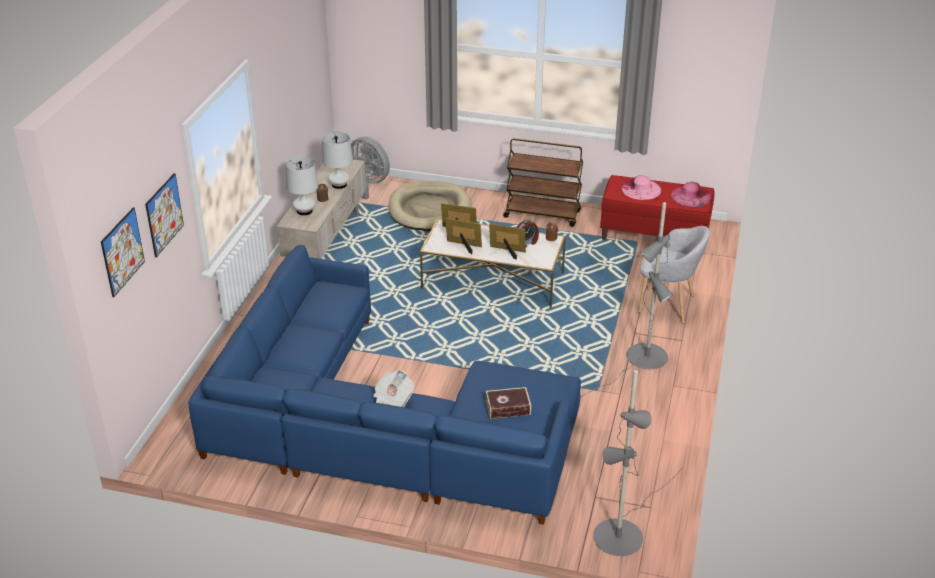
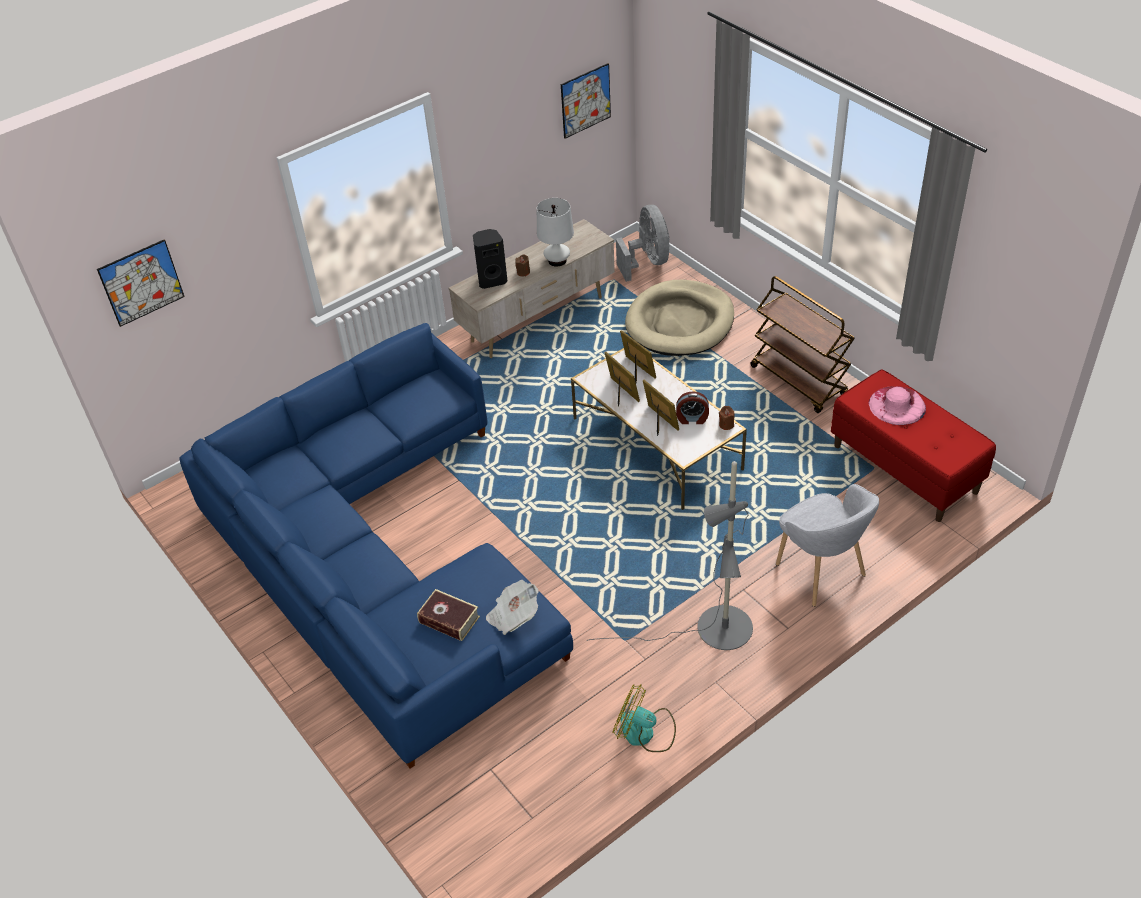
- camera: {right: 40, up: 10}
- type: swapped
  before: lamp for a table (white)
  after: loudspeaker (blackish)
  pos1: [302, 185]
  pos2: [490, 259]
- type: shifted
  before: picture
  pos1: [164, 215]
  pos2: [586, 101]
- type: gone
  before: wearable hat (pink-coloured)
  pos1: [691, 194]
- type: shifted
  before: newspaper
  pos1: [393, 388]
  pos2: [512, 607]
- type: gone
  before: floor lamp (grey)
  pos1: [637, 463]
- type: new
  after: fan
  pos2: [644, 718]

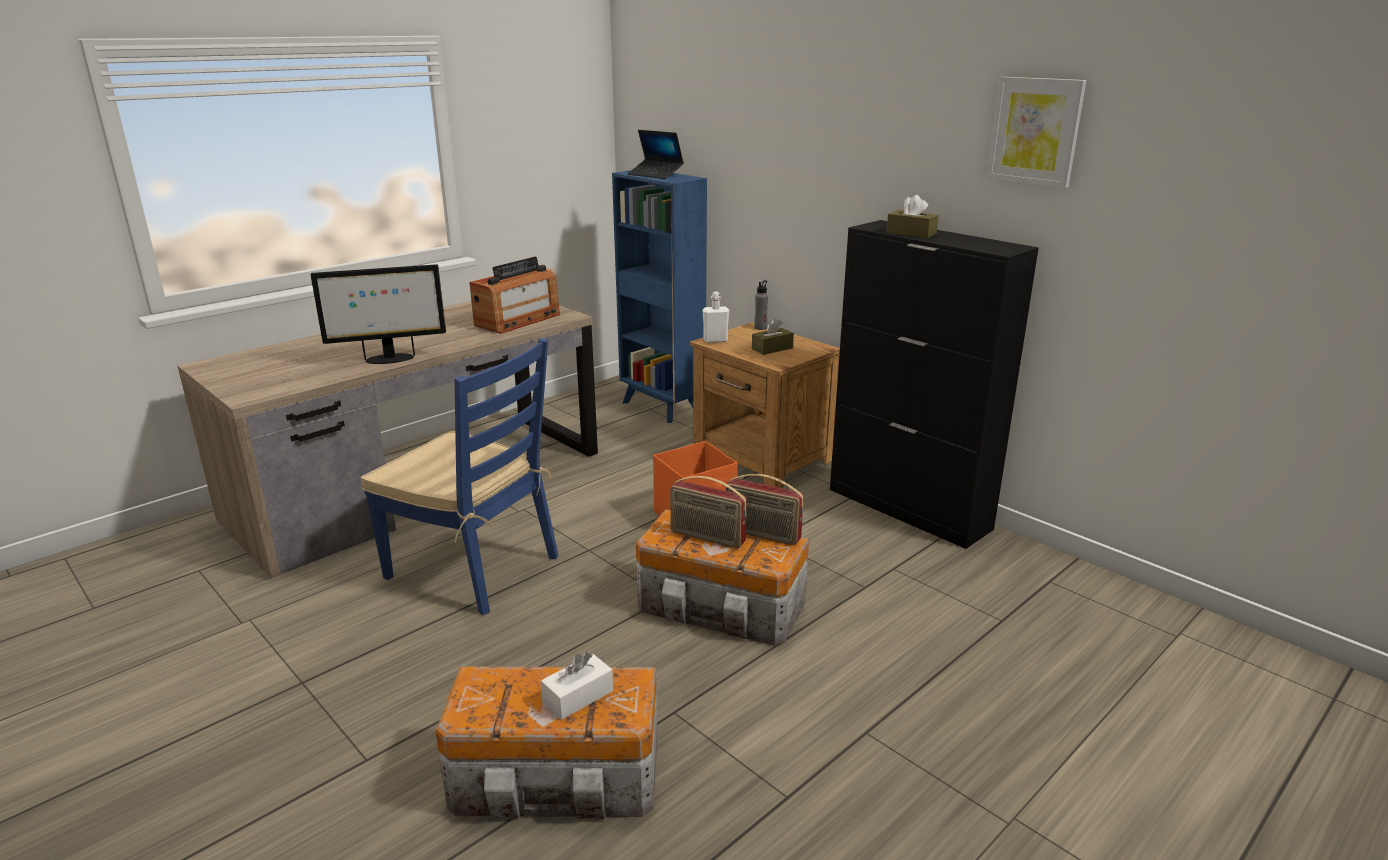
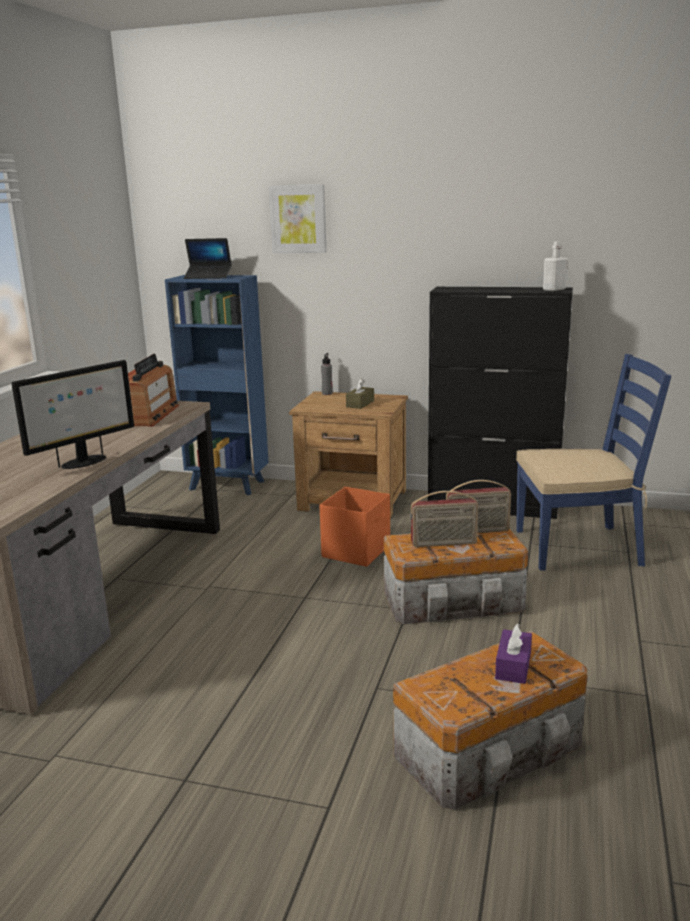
- camera: {right: -30, up: -5}
- type: shifted
  before: picture
  pos1: [1036, 132]
  pos2: [297, 218]
- type: gone
  before: tissue box (brownish)
  pos1: [912, 216]
- type: shifted
  before: beverage bottle (white)
  pos1: [715, 317]
  pos2: [555, 266]
- type: shifted
  before: chair (blue)
  pos1: [459, 476]
  pos2: [593, 462]
- type: repainted
  before: tissue box (white)
  after: tissue box (purple-coloured)
  pos1: [577, 686]
  pos2: [513, 653]

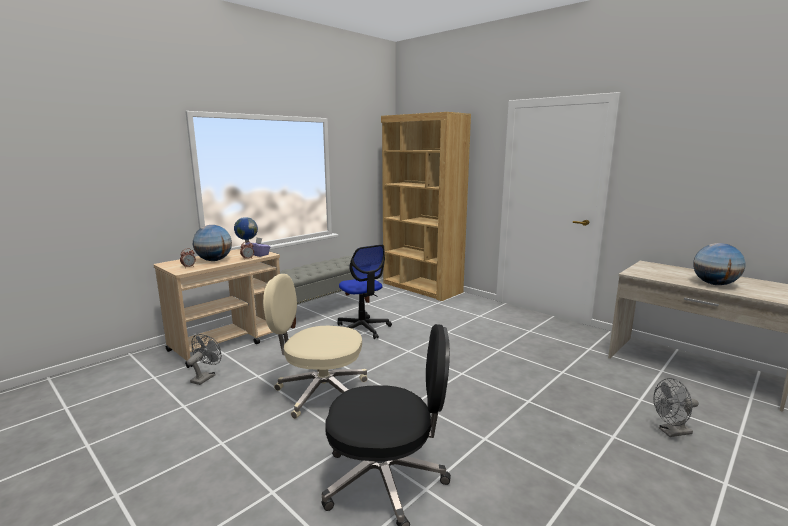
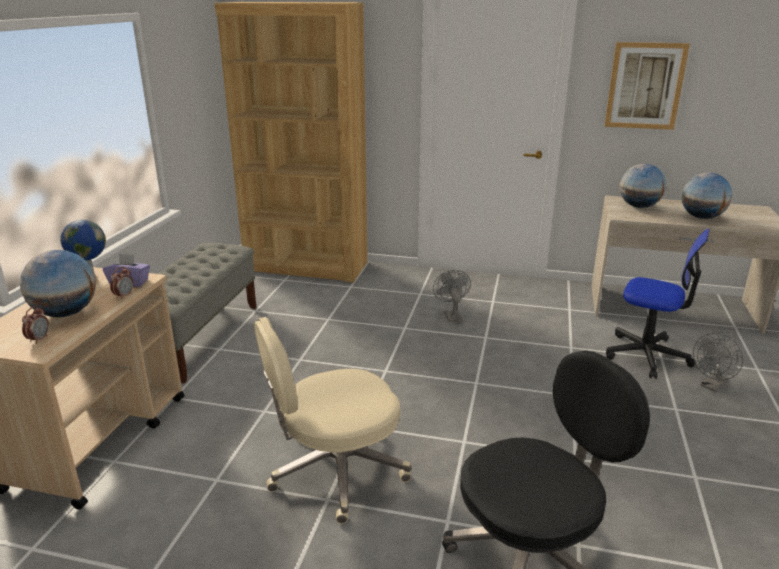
- camera: {right: -30, up: 10}
- type: shifted
  before: office chair
  pos1: [364, 292]
  pos2: [658, 304]
- type: shifted
  before: fan (grey)
  pos1: [204, 359]
  pos2: [452, 296]
- type: new
  after: picture
  pos2: [647, 86]
- type: new
  after: desk globe
  pos2: [643, 186]

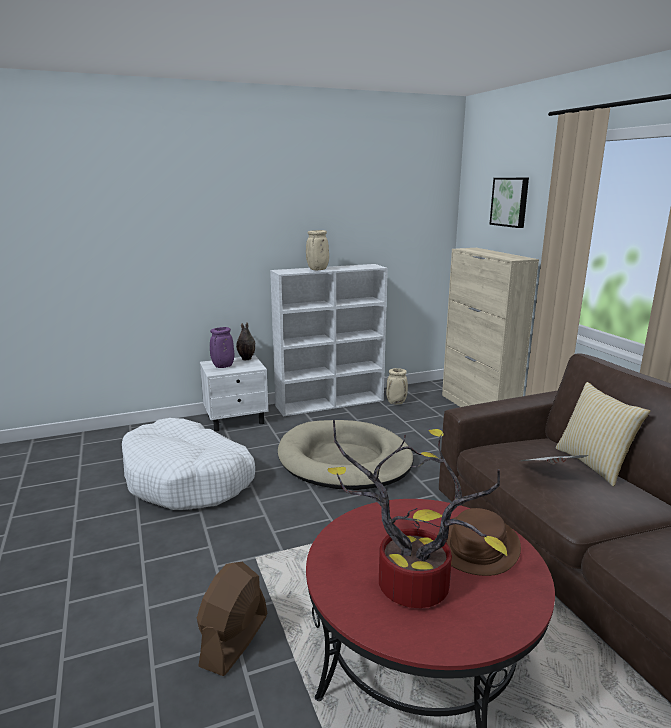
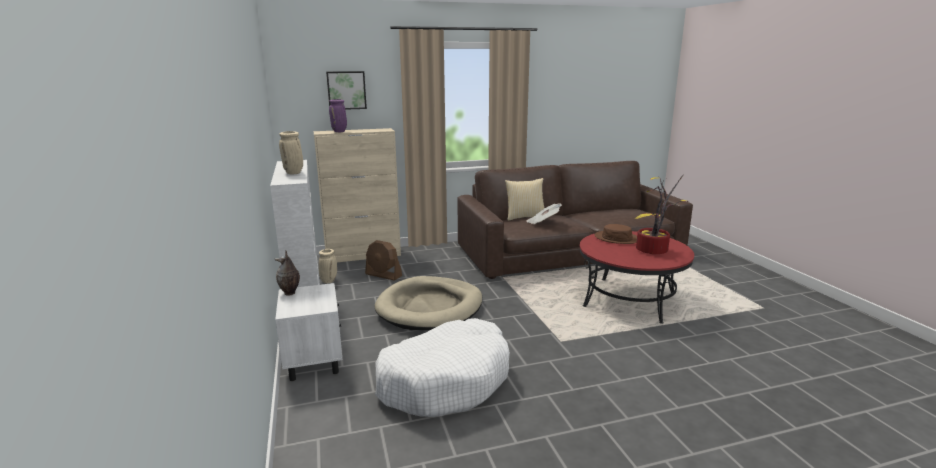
- camera: {right: -85, up: 0}
- type: shifted
  before: vase (purple-coloured)
  pos1: [222, 347]
  pos2: [338, 115]
- type: shifted
  before: fan (brownish)
  pos1: [232, 619]
  pos2: [383, 260]

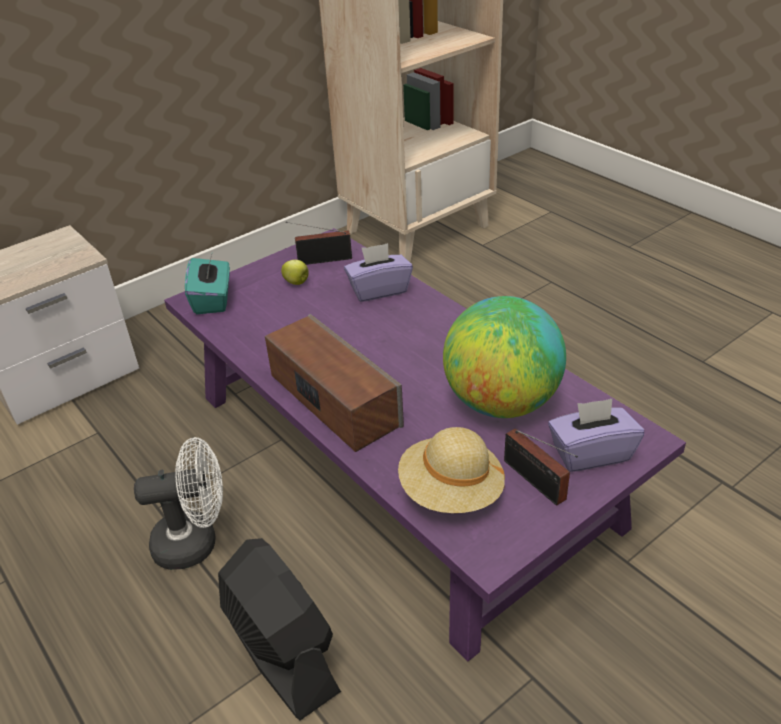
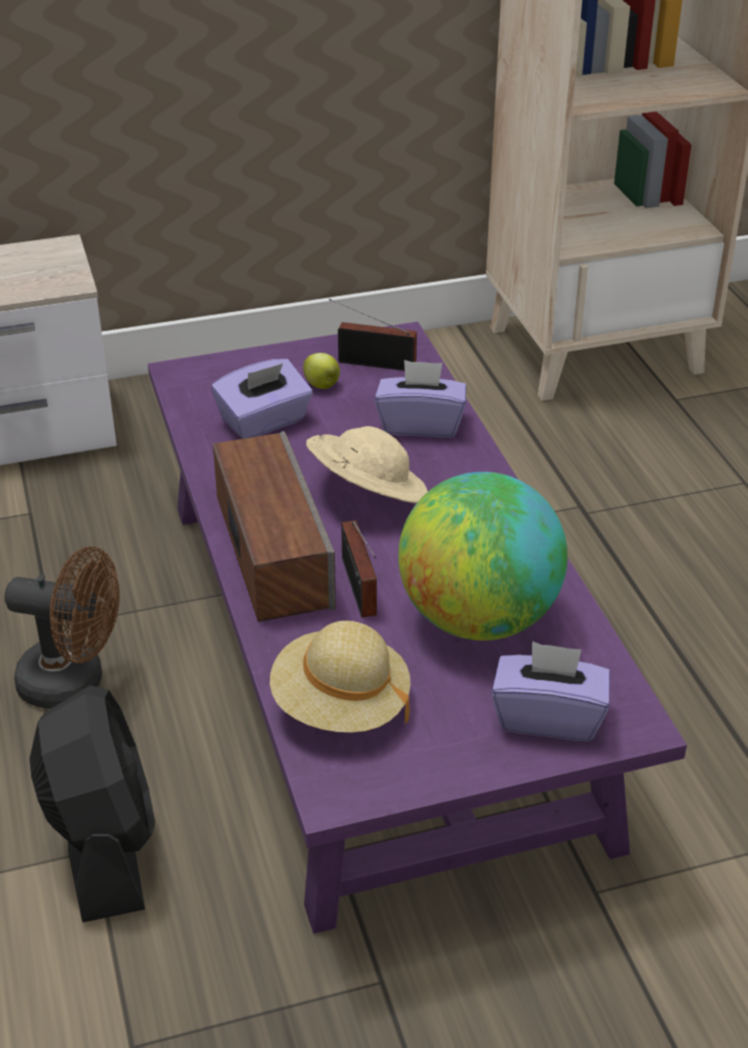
- camera: {right: 20, up: 0}
- type: gone
  before: tissue box (turquoise)
  pos1: [207, 284]
- type: shifted
  before: radio receiver
  pos1: [541, 466]
  pos2: [359, 569]
- type: repainted
  before: fan (white)
  after: fan (brownish)
  pos1: [178, 503]
  pos2: [62, 628]
- type: new
  after: tissue box (purple-coloured)
  pos2: [262, 399]
- type: new
  after: wearable hat (beige-coloured)
  pos2: [367, 464]

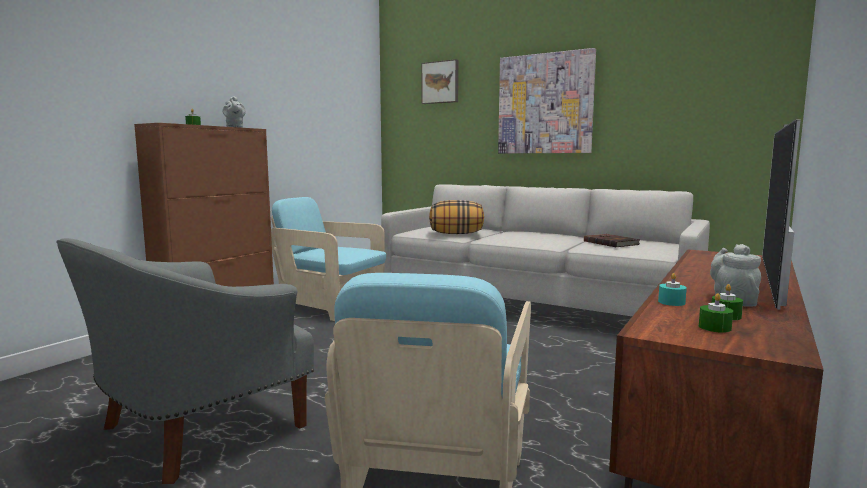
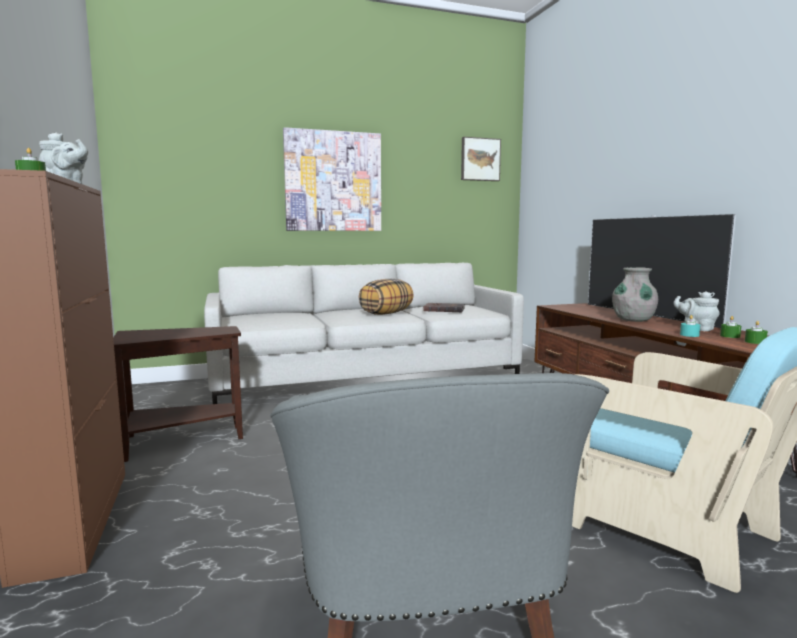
- camera: {right: -50, up: 0}
- type: shifted
  before: picture
  pos1: [440, 81]
  pos2: [481, 159]
- type: swapped
  before: armchair (turquoise)
  after: side table (brownish)
  pos1: [328, 259]
  pos2: [178, 394]
- type: shifted
  before: throw pillow
  pos1: [456, 217]
  pos2: [386, 296]
- type: new
  after: vase (grey)
  pos2: [635, 294]

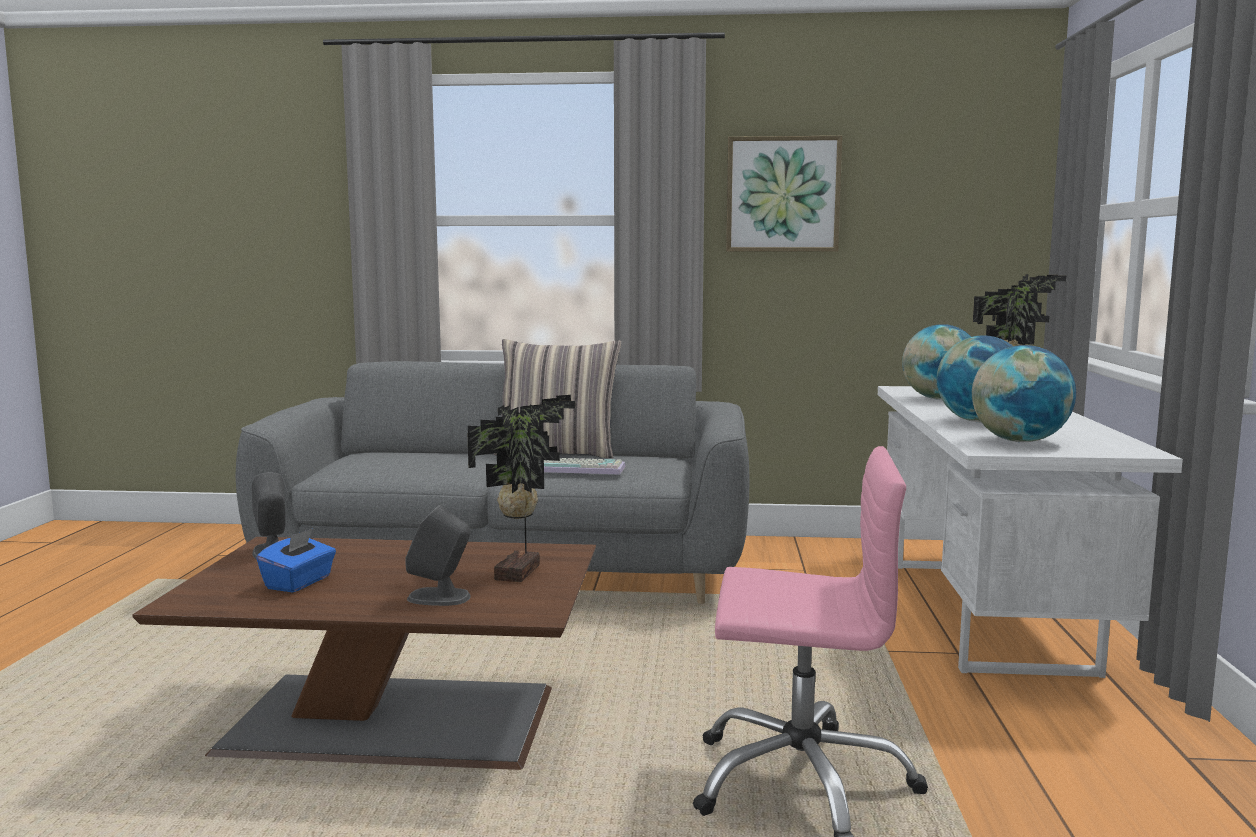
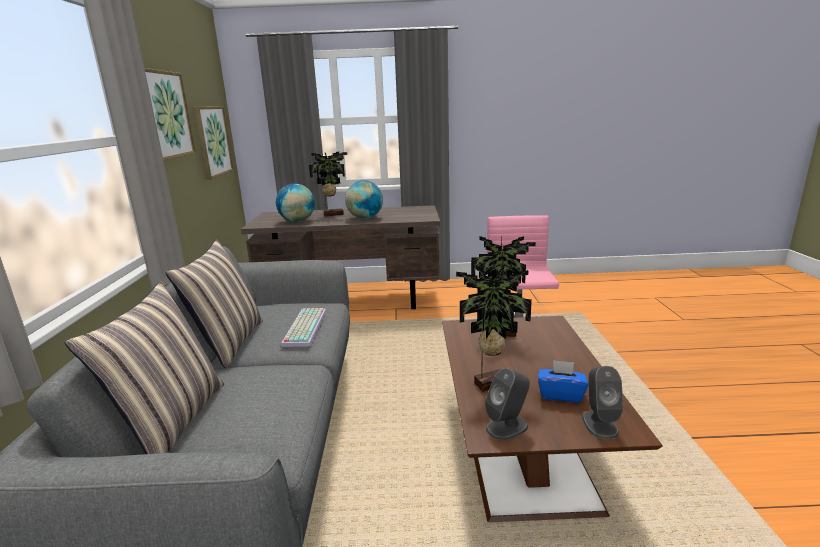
- camera: {right: -95, up: 10}
- type: gone
  before: desk globe
  pos1: [1024, 393]
- type: repainted
  before: desk (white)
  after: desk (brownish)
  pos1: [1030, 532]
  pos2: [340, 257]
- type: shifted
  before: loudspeaker (grey)
  pos1: [438, 555]
  pos2: [602, 402]
- type: new
  after: picture
  pos2: [213, 142]
- type: new
  after: plant in a pot
  pos2: [494, 328]
- type: new
  after: throw pillow
  pos2: [144, 368]

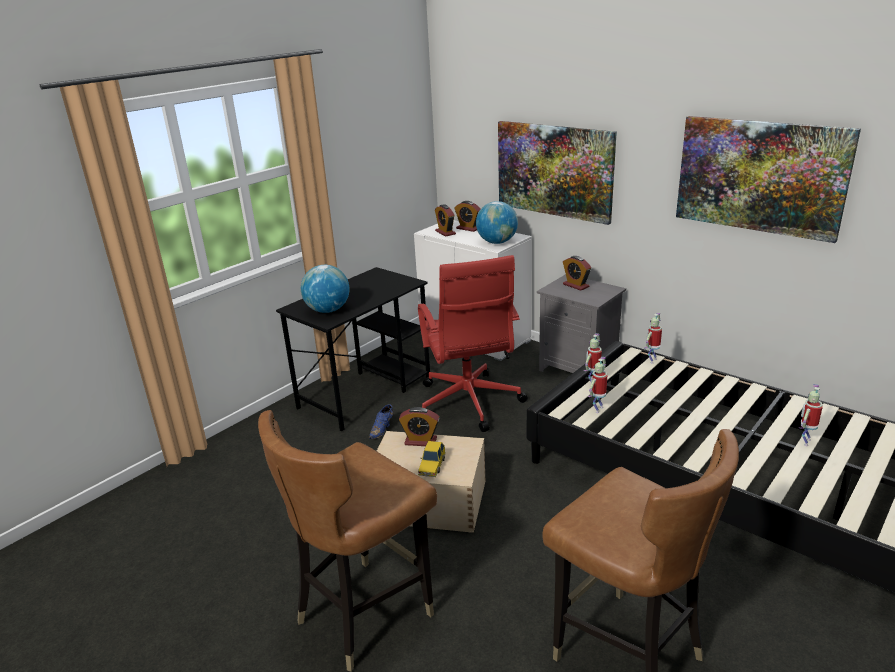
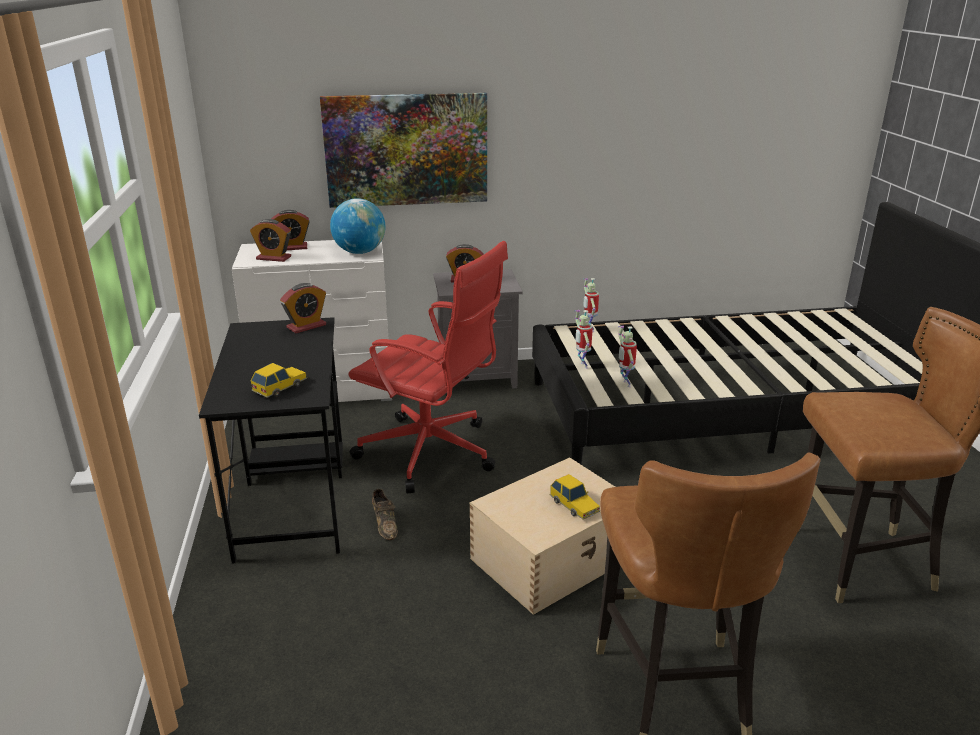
- camera: {right: -50, up: 0}
- type: gone
  before: picture
  pos1: [768, 179]
- type: swapped
  before: desk globe
  after: toy car
  pos1: [325, 289]
  pos2: [279, 380]
- type: gone
  before: toy robot
  pos1: [811, 415]
- type: repainted
  before: item of footwear (blue)
  after: item of footwear (brownish)
  pos1: [381, 421]
  pos2: [385, 514]
- type: shifted
  before: bedside clock
  pos1: [419, 426]
  pos2: [303, 308]

